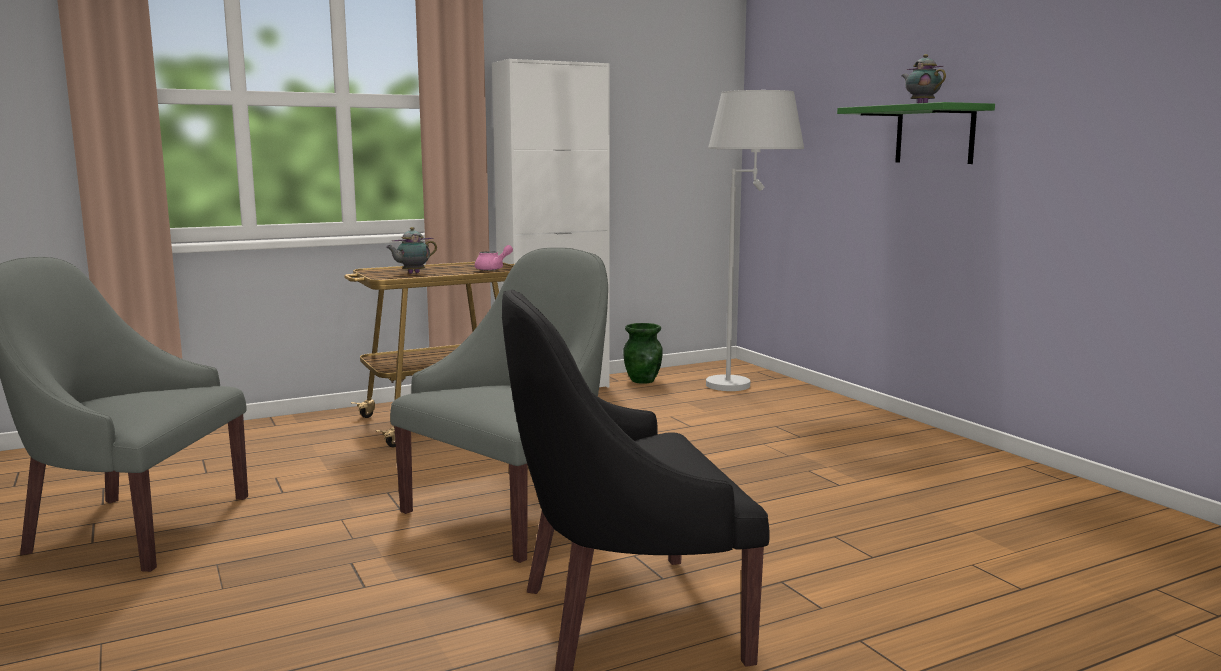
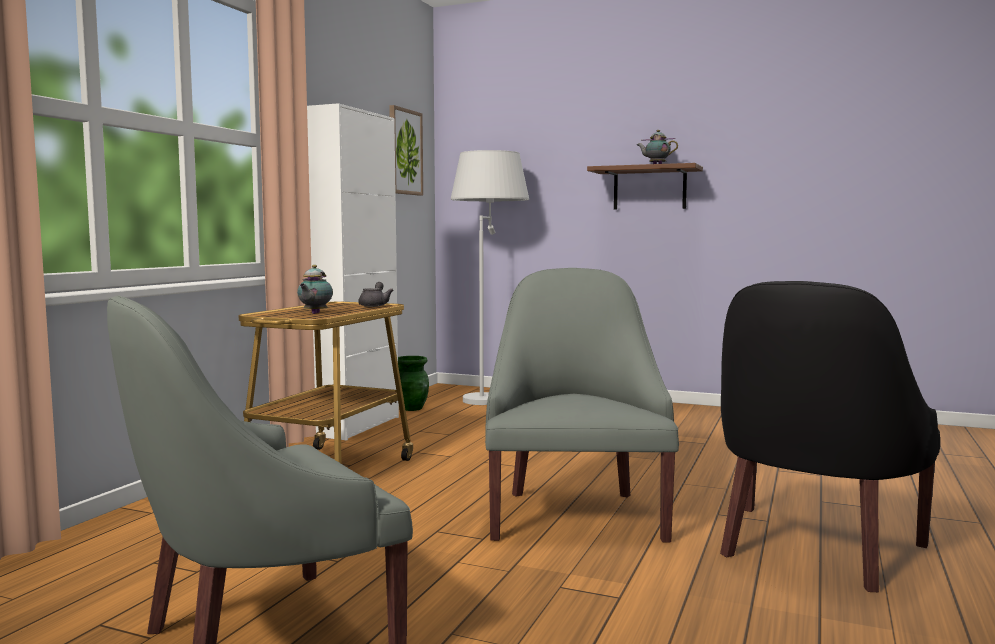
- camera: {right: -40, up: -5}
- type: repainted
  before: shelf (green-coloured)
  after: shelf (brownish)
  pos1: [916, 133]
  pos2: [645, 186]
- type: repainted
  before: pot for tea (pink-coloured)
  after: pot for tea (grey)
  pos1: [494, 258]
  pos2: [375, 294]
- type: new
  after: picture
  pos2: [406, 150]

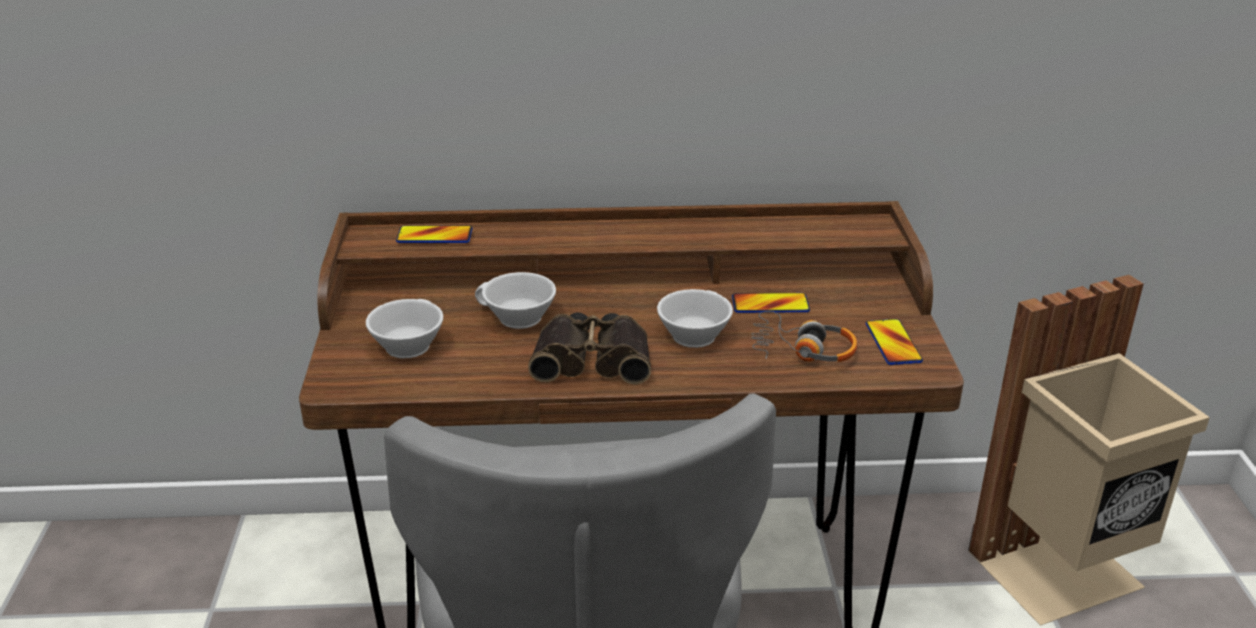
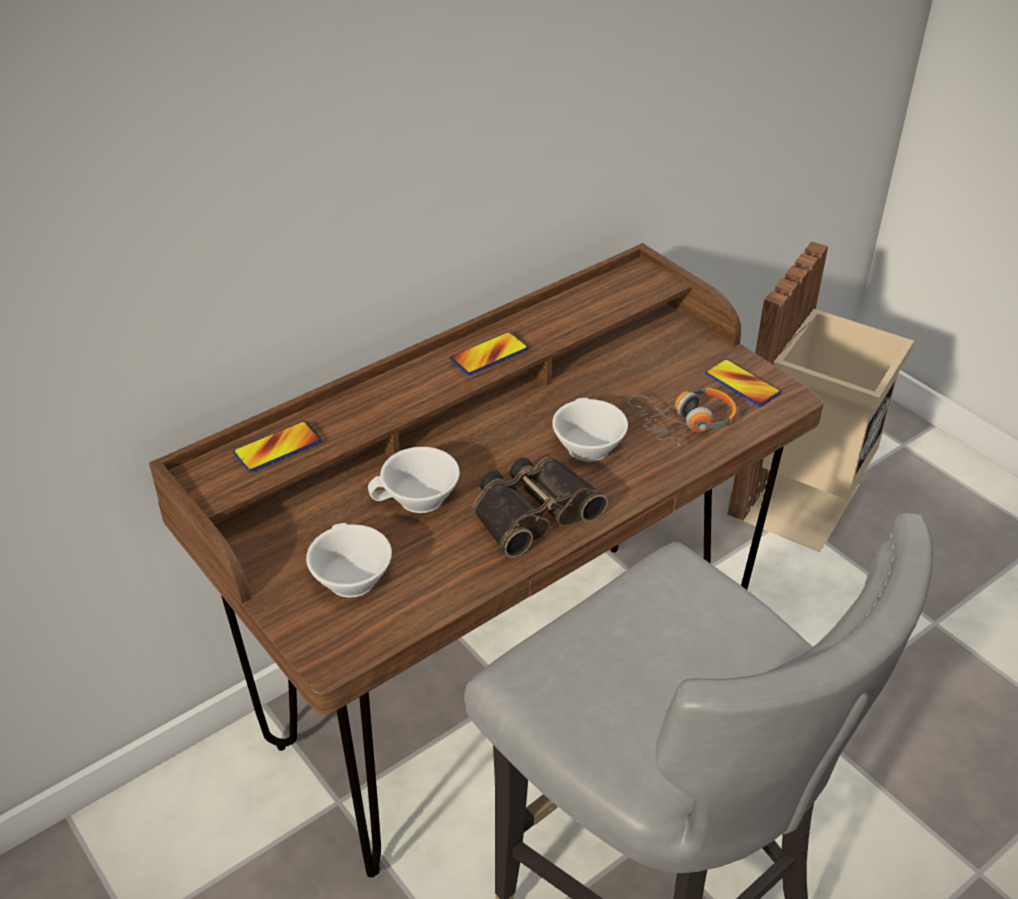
- camera: {right: -35, up: 10}
- type: shifted
  before: phone
  pos1: [771, 303]
  pos2: [489, 353]

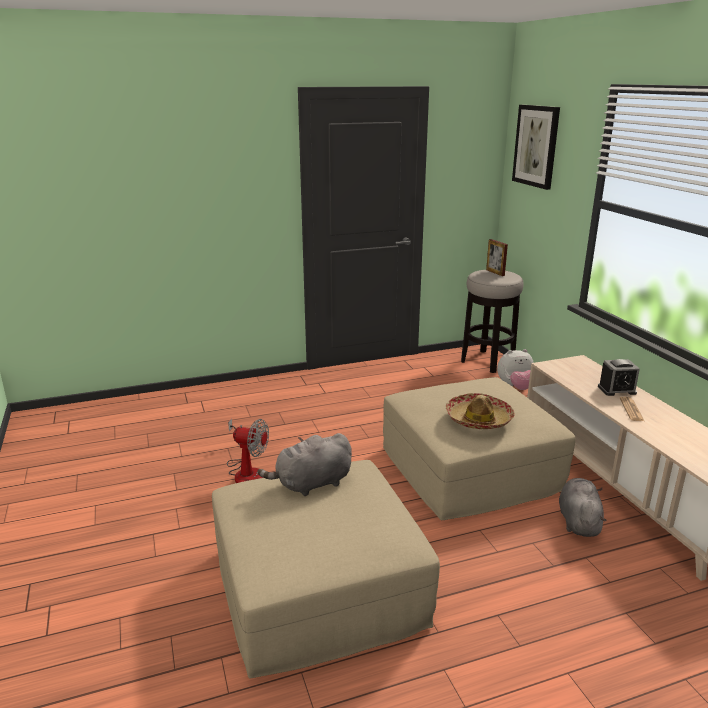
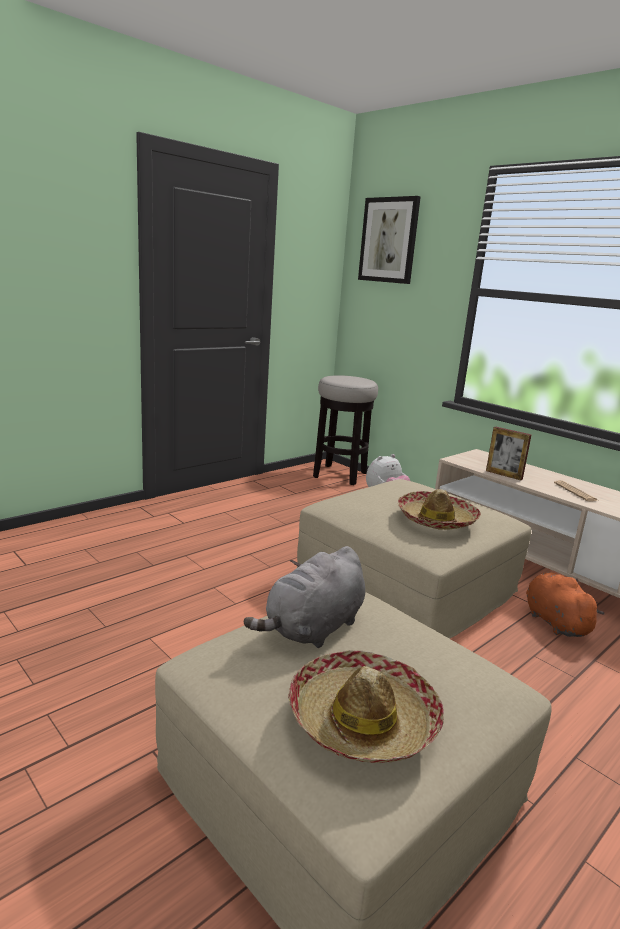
- camera: {right: -25, up: -5}
- type: shifted
  before: photo frame
  pos1: [497, 257]
  pos2: [509, 453]
- type: gone
  before: bedside clock
  pos1: [619, 377]
- type: gone
  before: fan
  pos1: [248, 451]
- type: repainted
  before: cuddly toy (grey)
  after: cuddly toy (orangey)
  pos1: [582, 507]
  pos2: [565, 604]
- type: new
  after: wearable hat
  pos2: [366, 706]

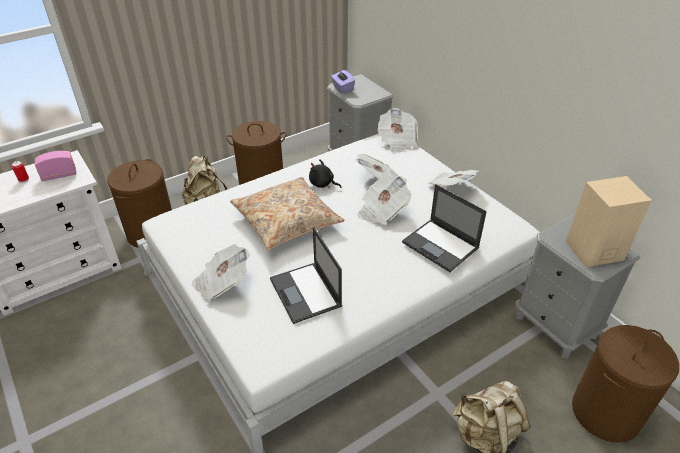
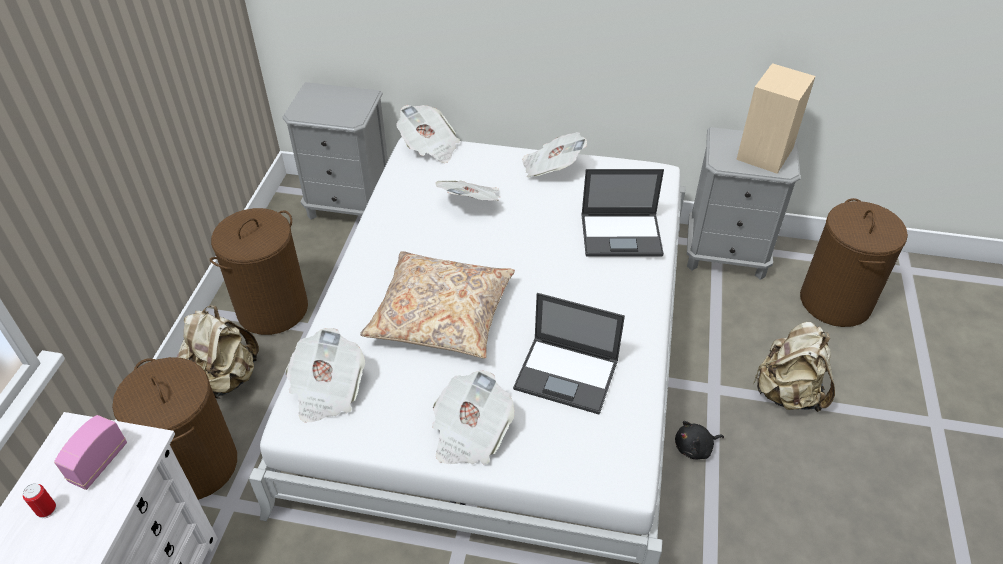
- camera: {right: -45, up: 5}
- type: gone
  before: tissue box (purple-coloured)
  pos1: [343, 82]
- type: shifted
  before: cuddly toy (blackish)
  pos1: [325, 174]
  pos2: [699, 440]
- type: shifted
  before: newspaper
  pos1: [384, 200]
  pos2: [325, 375]

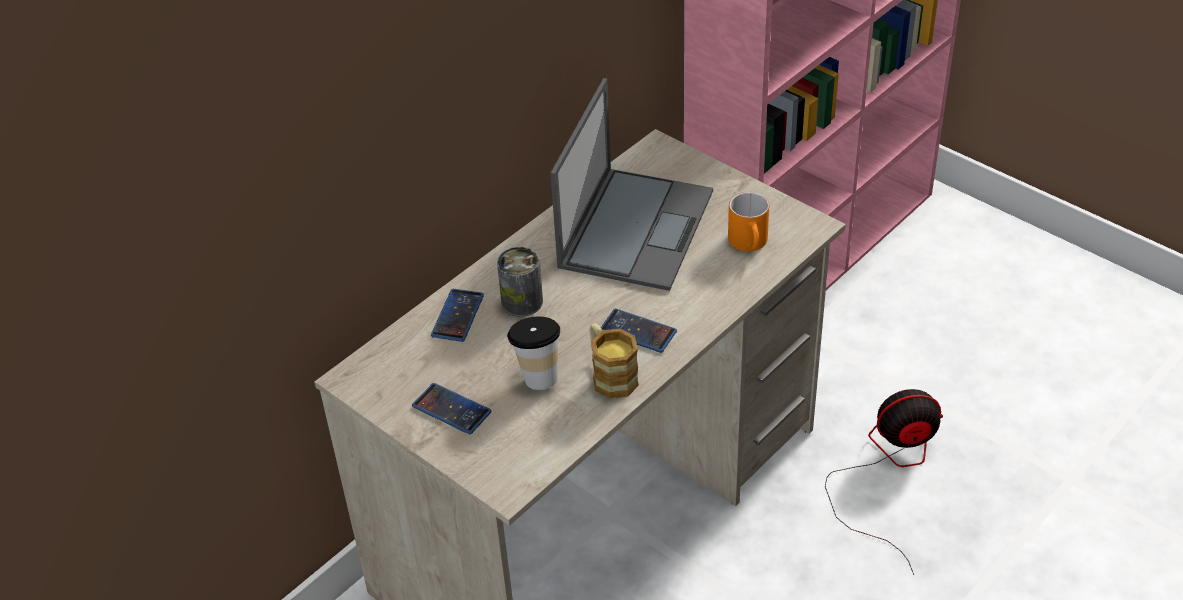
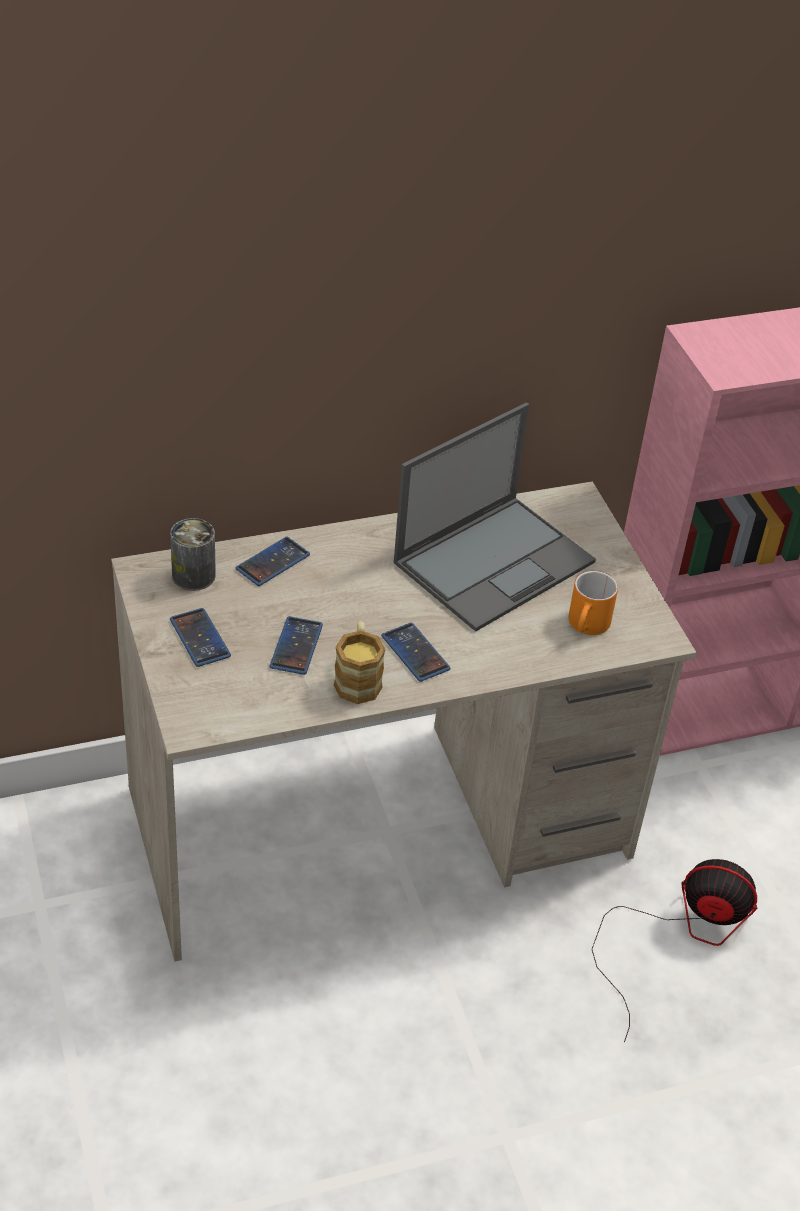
- camera: {right: 25, up: 0}
- type: shifted
  before: metal can
  pos1: [520, 282]
  pos2: [193, 554]
- type: swapped
  before: cup
  after: phone
  pos1: [533, 353]
  pos2: [296, 645]

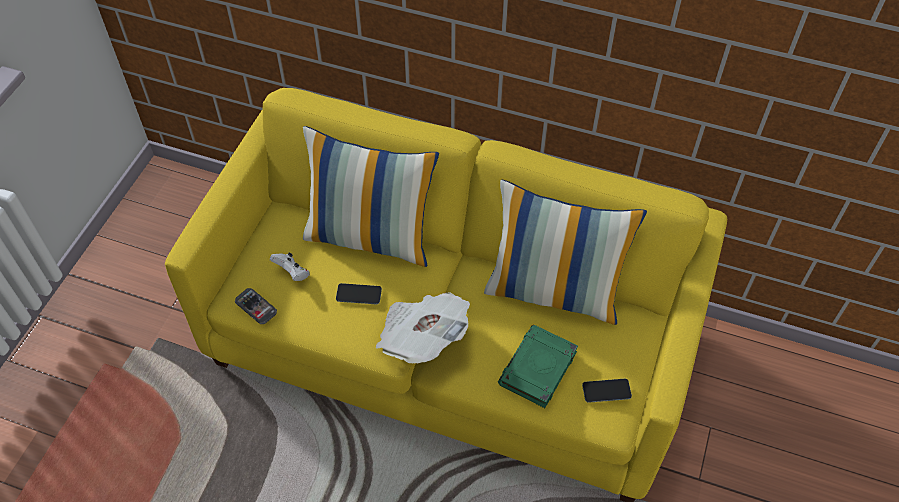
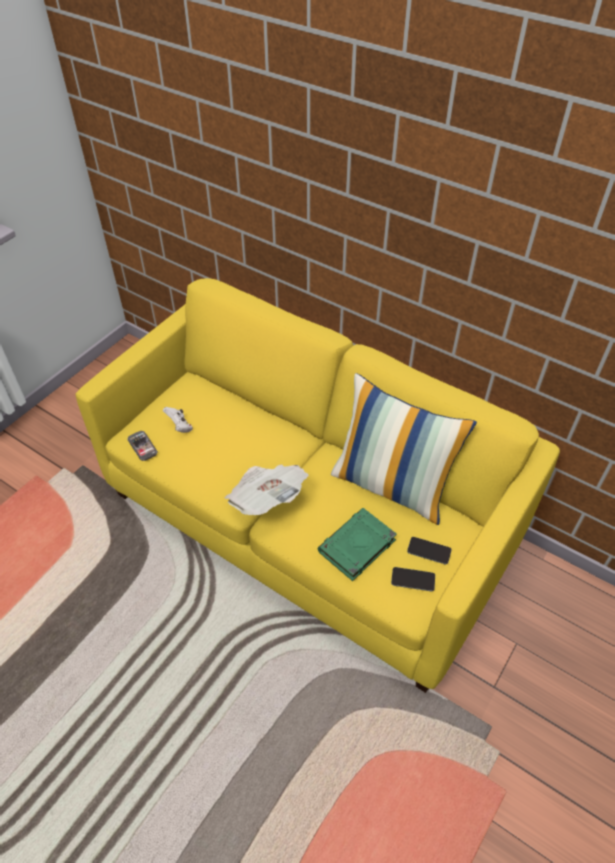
- camera: {right: 15, up: -5}
- type: gone
  before: throw pillow
  pos1: [371, 196]
- type: shifted
  before: phone
  pos1: [359, 293]
  pos2: [429, 550]

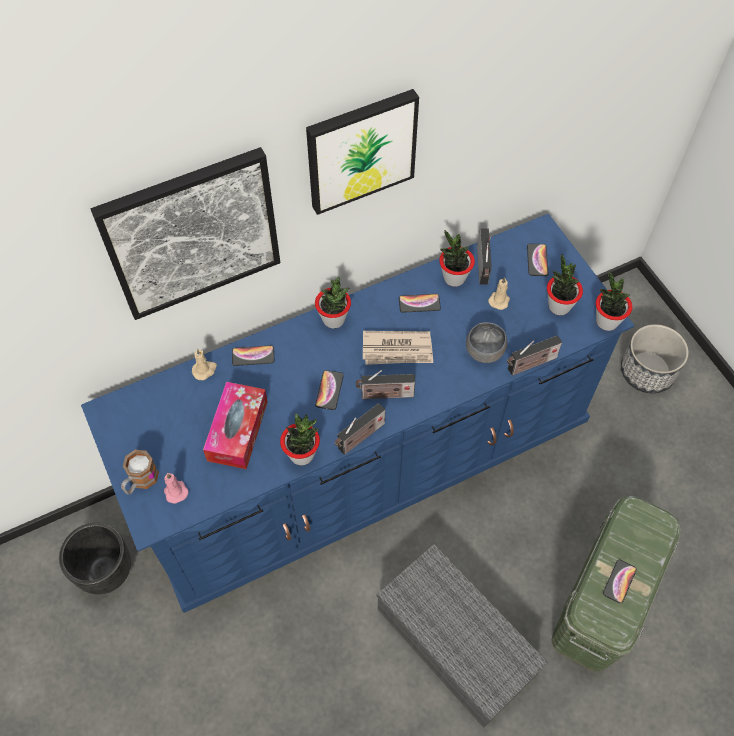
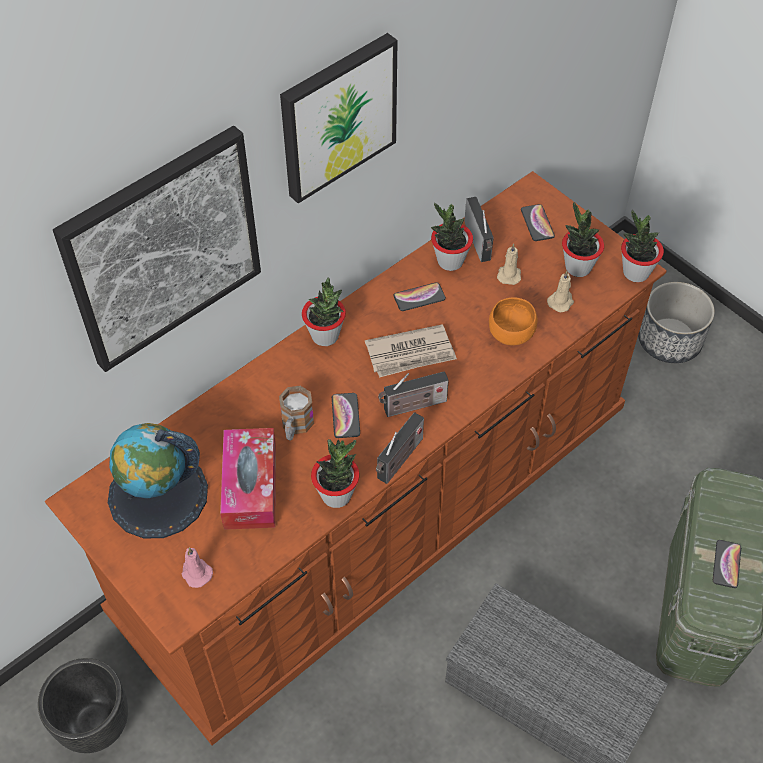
- camera: {right: -15, up: -5}
- type: repainted
  before: chest of drawers (blue)
  after: chest of drawers (brownish)
  pos1: [357, 413]
  pos2: [356, 458]
- type: repainted
  before: deep dish (grey)
  after: deep dish (orangey)
  pos1: [486, 342]
  pos2: [513, 321]
- type: gone
  before: radio receiver
  pos1: [534, 355]
- type: gone
  before: phone
  pos1: [253, 355]
- type: shifted
  before: wax light (beige-coloured)
  pos1: [204, 364]
  pos2: [560, 291]
- type: shifted
  before: coffee mug
  pos1: [140, 472]
  pos2: [296, 413]
- type: new
  after: desk globe
  pos2: [158, 481]

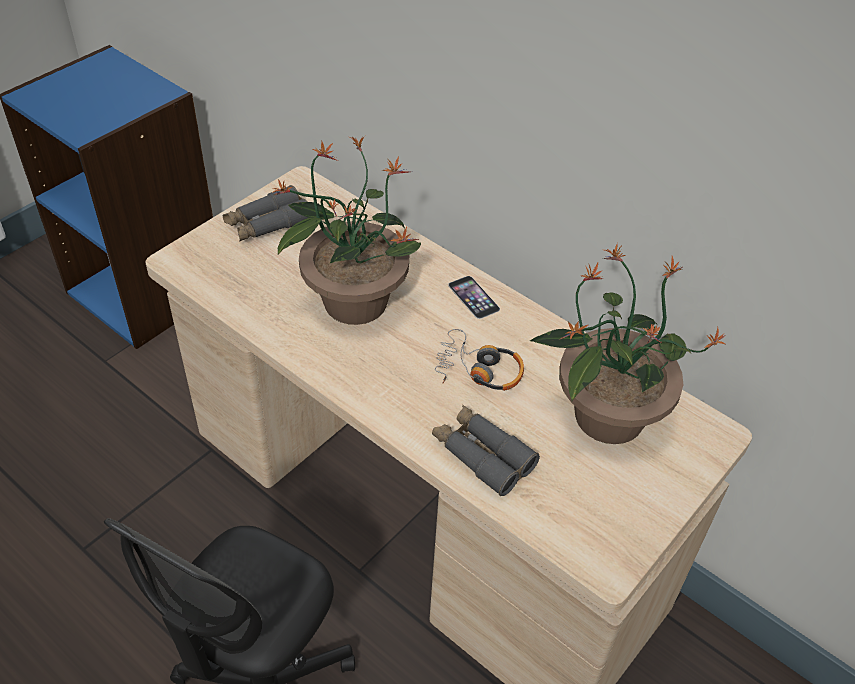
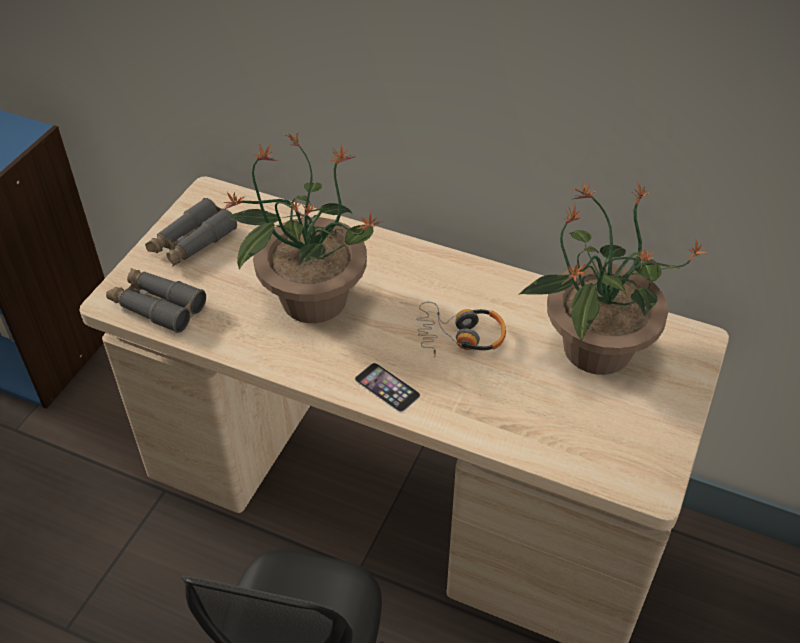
- camera: {right: -15, up: 0}
- type: shifted
  before: phone
  pos1: [474, 297]
  pos2: [387, 387]
- type: shifted
  before: binoculars (grey)
  pos1: [486, 450]
  pos2: [156, 300]

